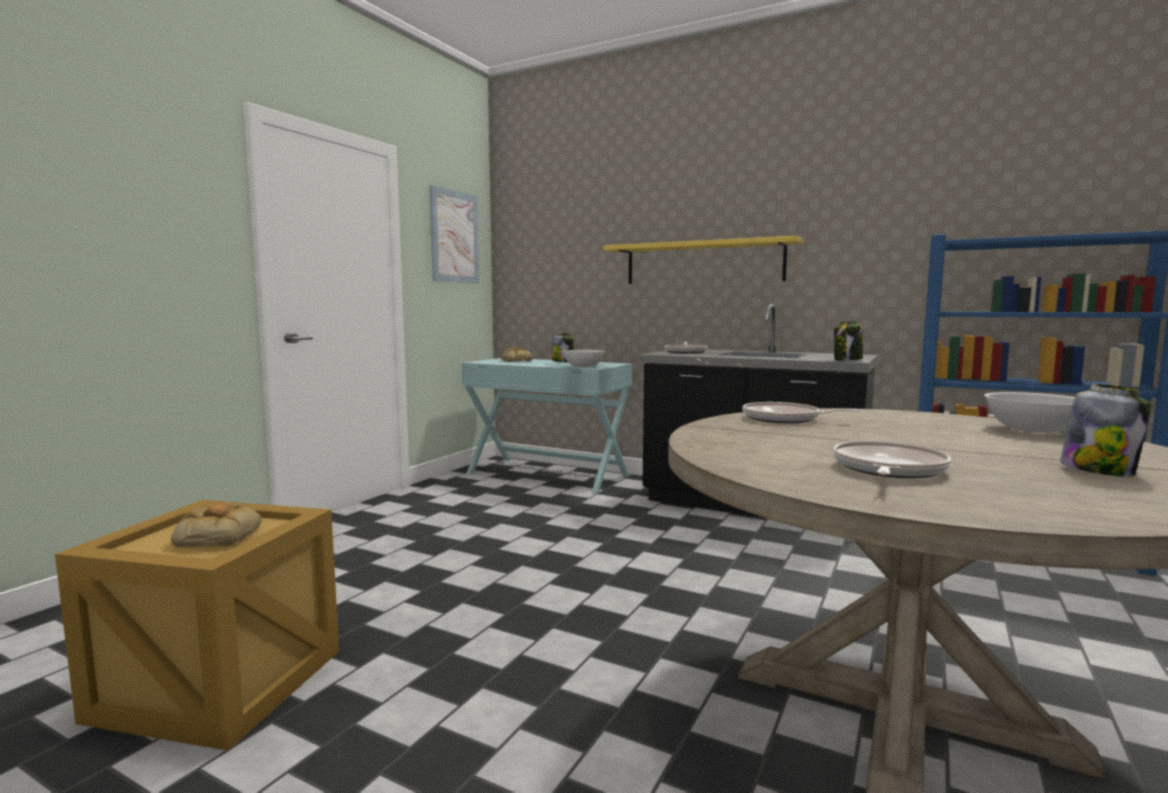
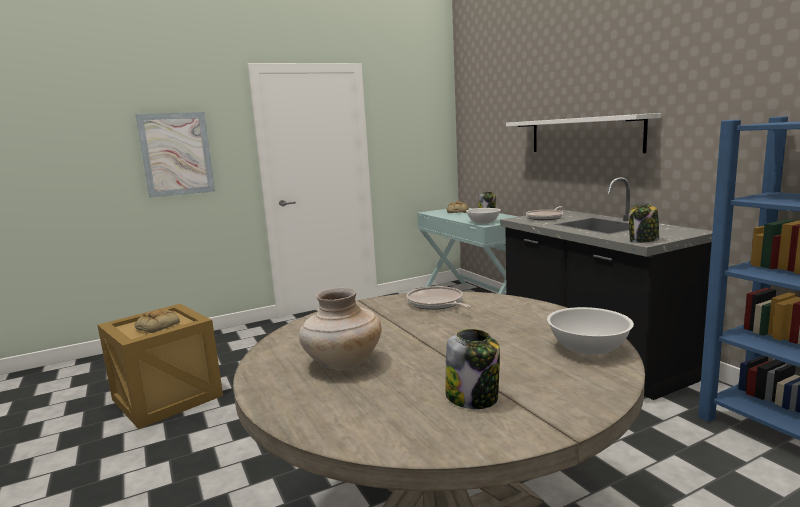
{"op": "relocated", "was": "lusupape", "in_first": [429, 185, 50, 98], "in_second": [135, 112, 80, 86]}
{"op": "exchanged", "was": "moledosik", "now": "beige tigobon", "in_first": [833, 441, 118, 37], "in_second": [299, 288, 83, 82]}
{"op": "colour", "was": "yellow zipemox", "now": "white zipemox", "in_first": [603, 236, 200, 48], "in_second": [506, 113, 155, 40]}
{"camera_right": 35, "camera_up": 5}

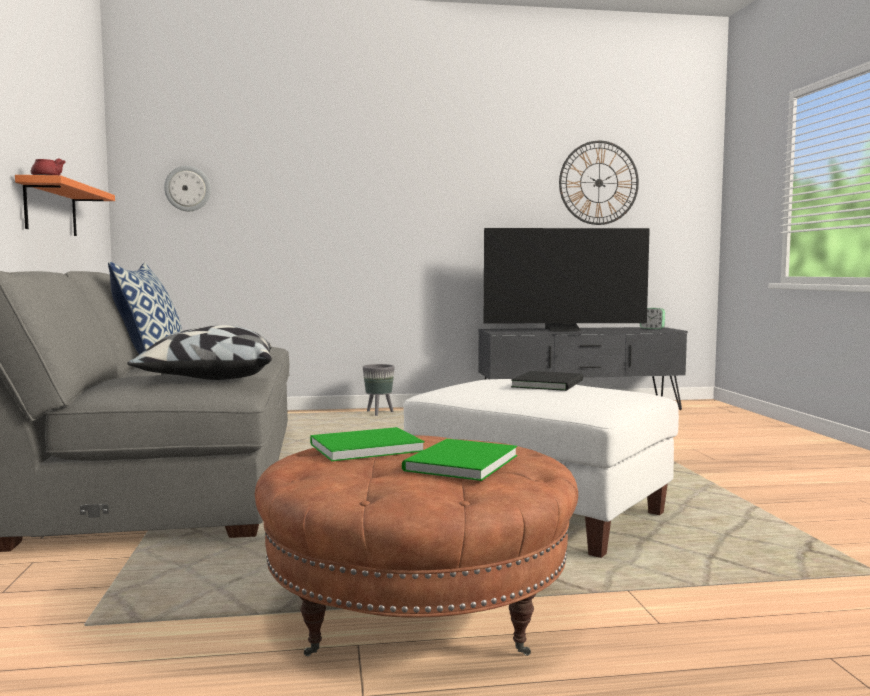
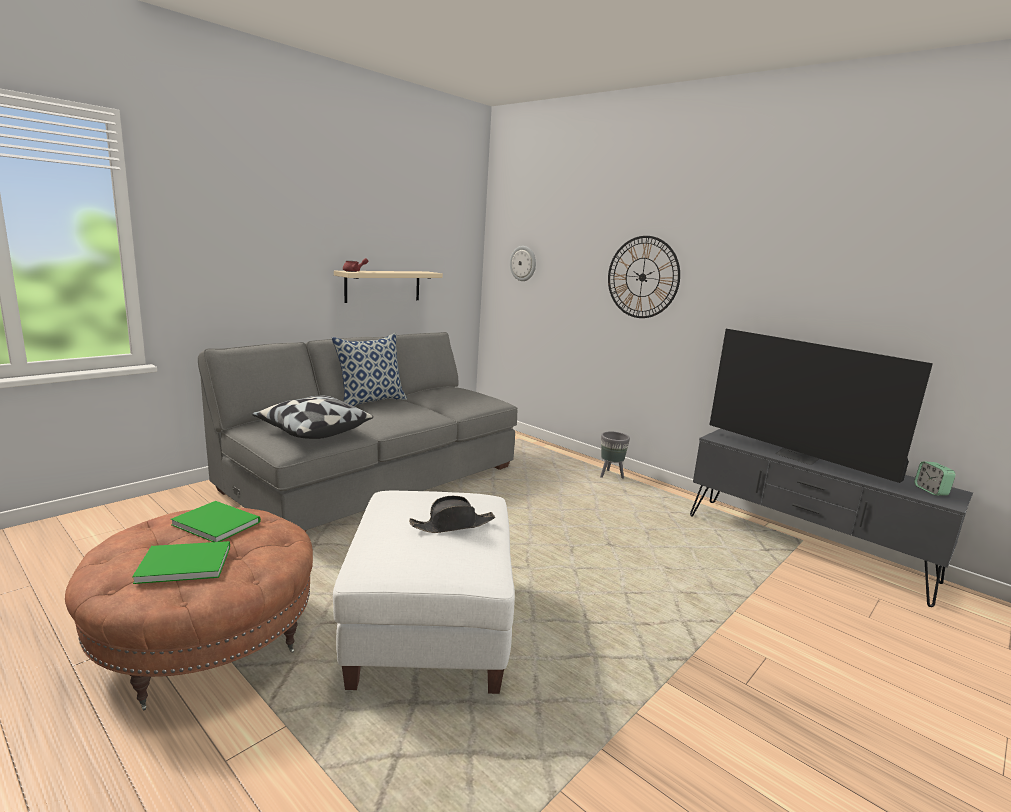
{"op": "relocated", "was": "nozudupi", "in_first": [559, 141, 80, 84], "in_second": [608, 236, 72, 82]}
{"op": "exchanged", "was": "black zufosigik", "now": "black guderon", "in_first": [511, 371, 72, 20], "in_second": [409, 496, 86, 37]}
{"op": "colour", "was": "orange zipemox", "now": "beige zipemox", "in_first": [15, 175, 100, 61], "in_second": [334, 271, 109, 32]}
{"camera_right": 50, "camera_up": 10}

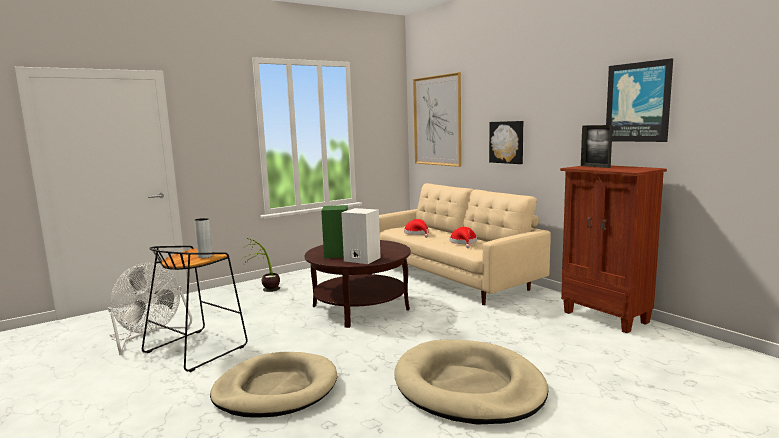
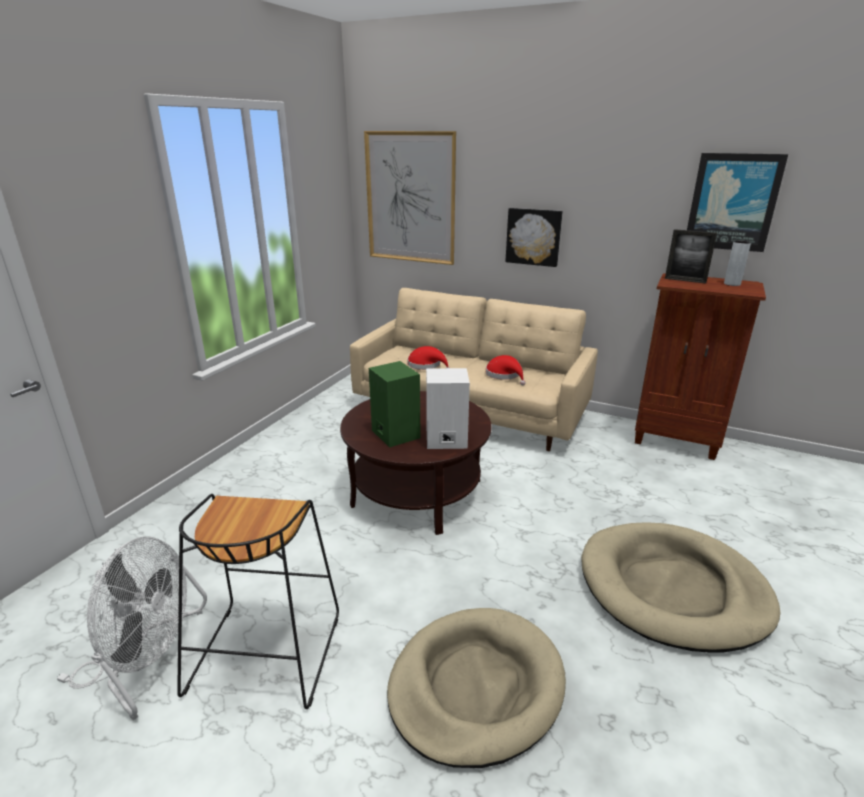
{"op": "missing", "was": "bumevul", "in_first": [241, 238, 39, 54]}
{"op": "relocated", "was": "grey tigobon", "in_first": [194, 218, 19, 40], "in_second": [724, 241, 27, 45]}
{"camera_right": -30, "camera_up": 15}

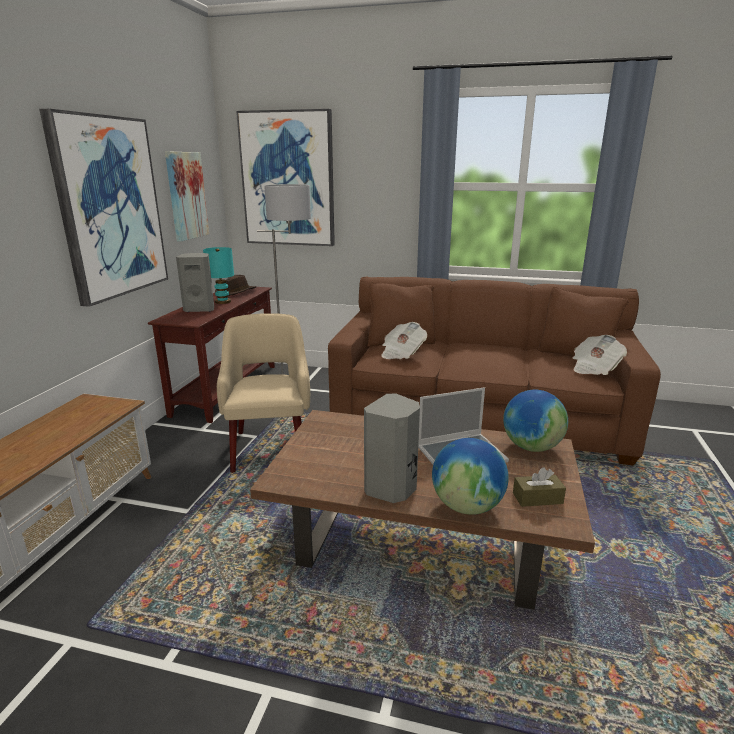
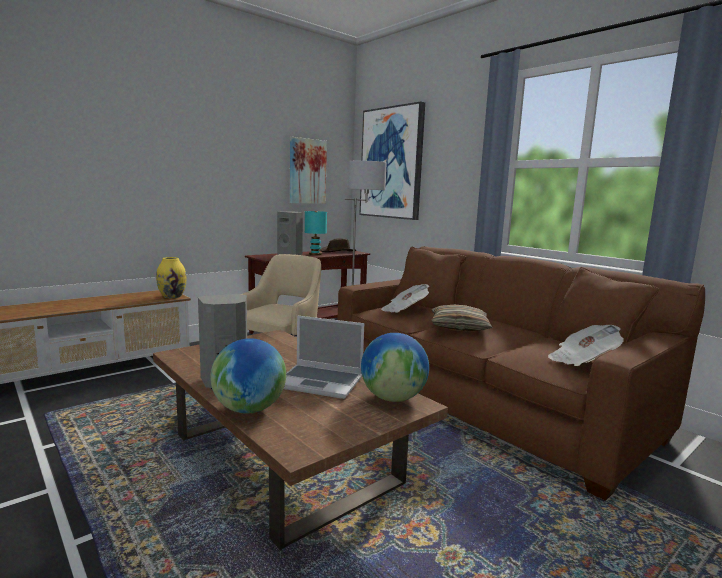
{"op": "missing", "was": "lusupape", "in_first": [39, 109, 129, 198]}
{"op": "missing", "was": "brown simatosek", "in_first": [513, 467, 53, 40]}
{"op": "appeared", "now": "yellow tigobon", "in_second": [156, 257, 30, 41]}
{"op": "appeared", "now": "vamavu", "in_second": [432, 305, 61, 26]}
{"camera_right": 35, "camera_up": -10}

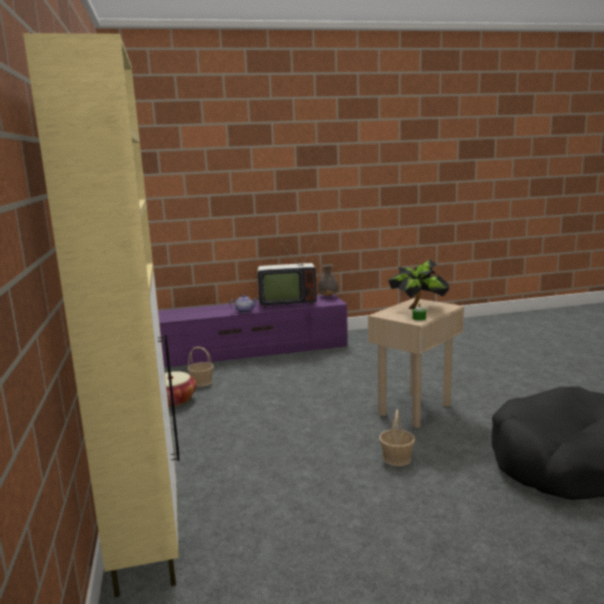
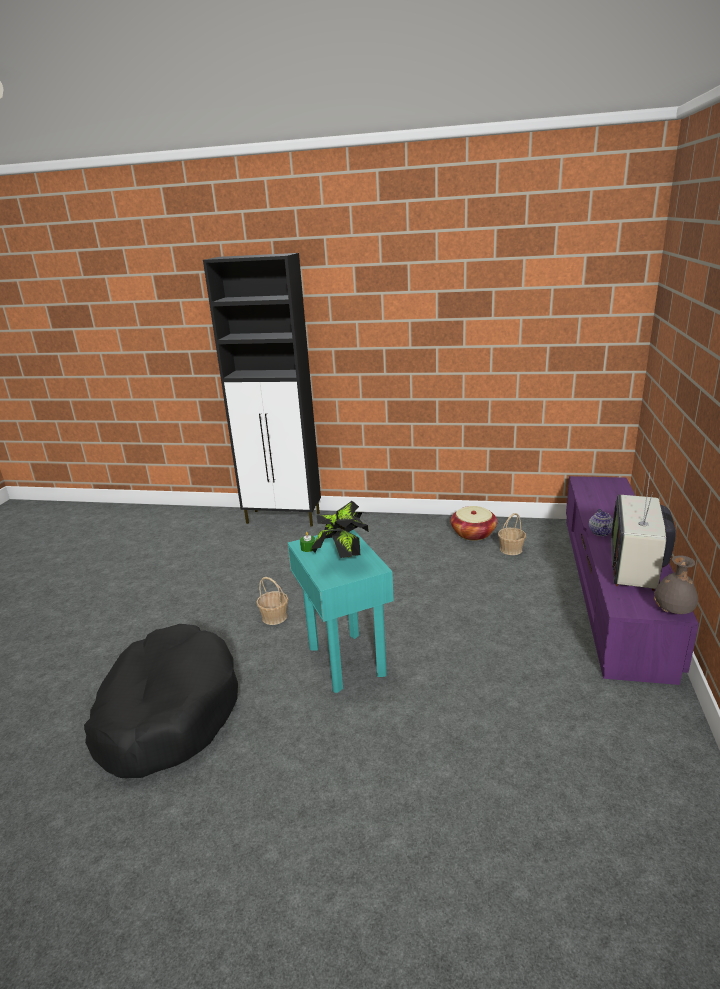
{"op": "colour", "was": "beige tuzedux", "now": "black tuzedux", "in_first": [23, 33, 157, 564], "in_second": [203, 253, 118, 273]}
{"op": "colour", "was": "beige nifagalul", "now": "turquoise nifagalul", "in_first": [368, 298, 96, 130], "in_second": [288, 529, 106, 164]}
{"camera_right": 115, "camera_up": 10}

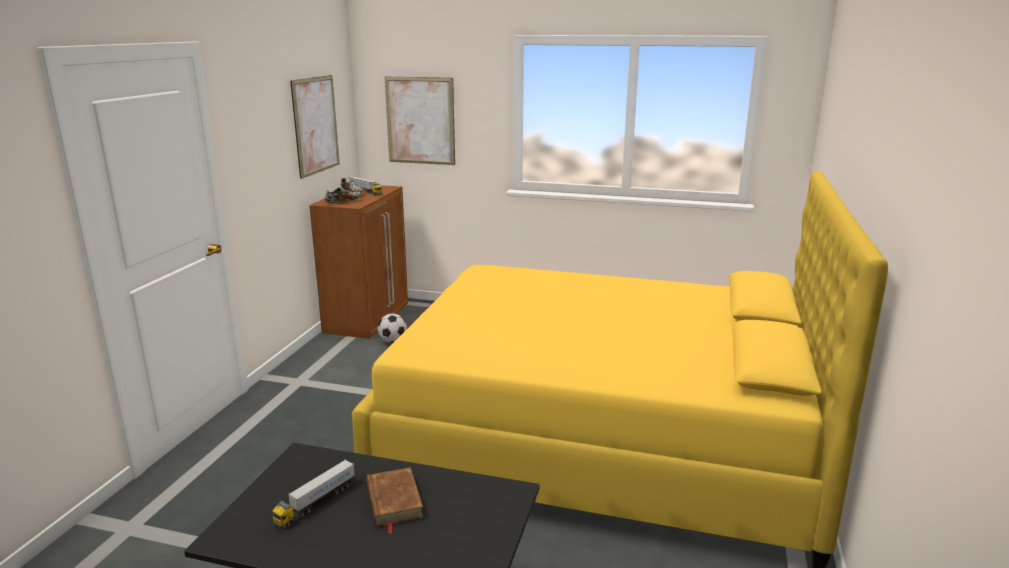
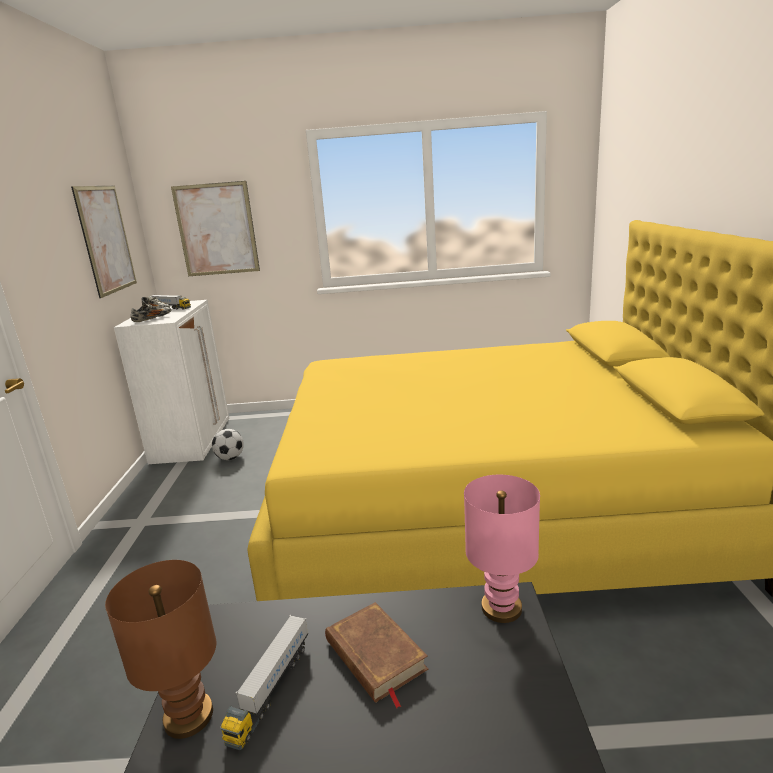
{"op": "appeared", "now": "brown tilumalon", "in_second": [105, 560, 111, 179]}
{"op": "appeared", "now": "pink tilumalon", "in_second": [464, 475, 76, 148]}
{"op": "colour", "was": "brown tuzedux", "now": "white tuzedux", "in_first": [309, 185, 99, 154], "in_second": [114, 300, 115, 164]}
{"camera_right": -15, "camera_up": 0}

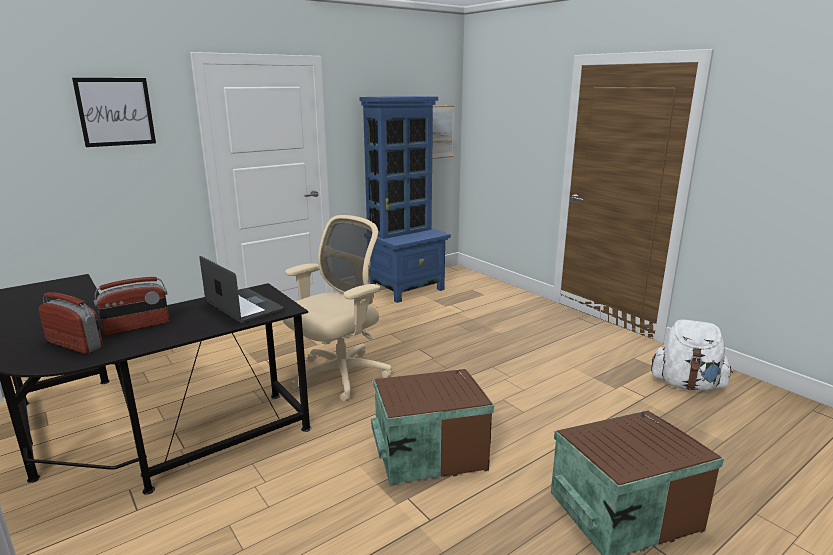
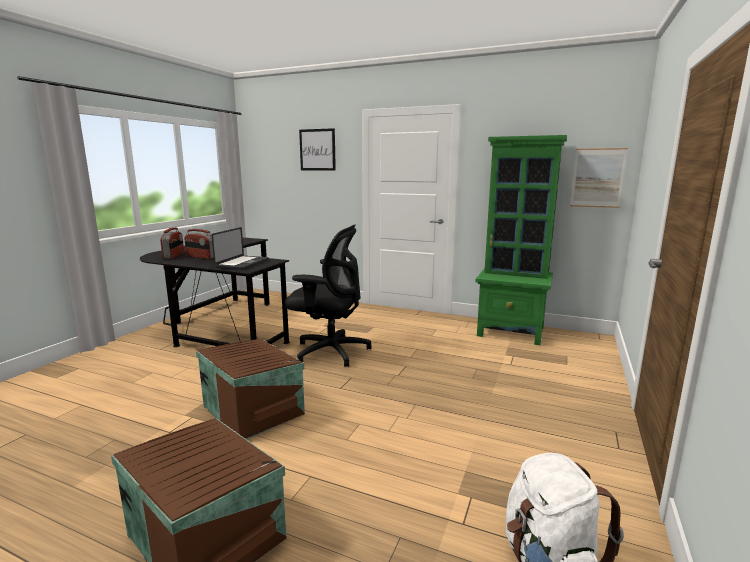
{"op": "colour", "was": "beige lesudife", "now": "black lesudife", "in_first": [282, 215, 110, 186], "in_second": [285, 225, 86, 142]}
{"op": "colour", "was": "blue tuzedux", "now": "green tuzedux", "in_first": [359, 96, 92, 207], "in_second": [476, 135, 91, 210]}
{"camera_right": 60, "camera_up": -5}

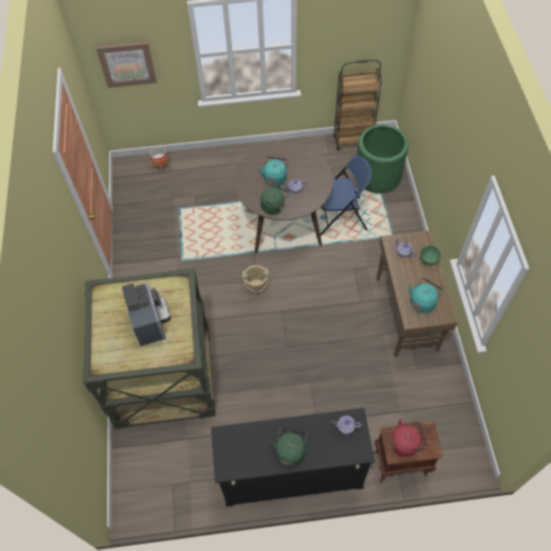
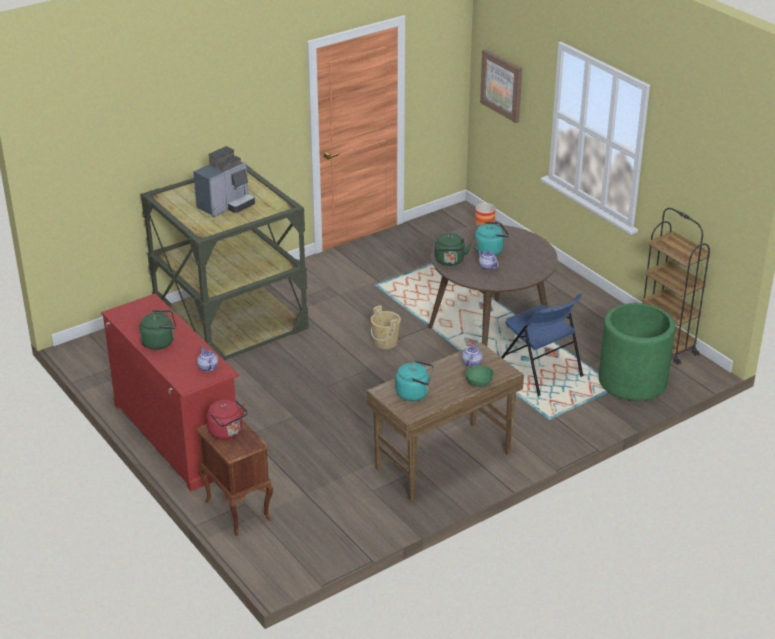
{"op": "colour", "was": "black tuzedux", "now": "red tuzedux", "in_first": [211, 408, 164, 99], "in_second": [101, 294, 138, 197]}
{"camera_right": 60, "camera_up": -25}

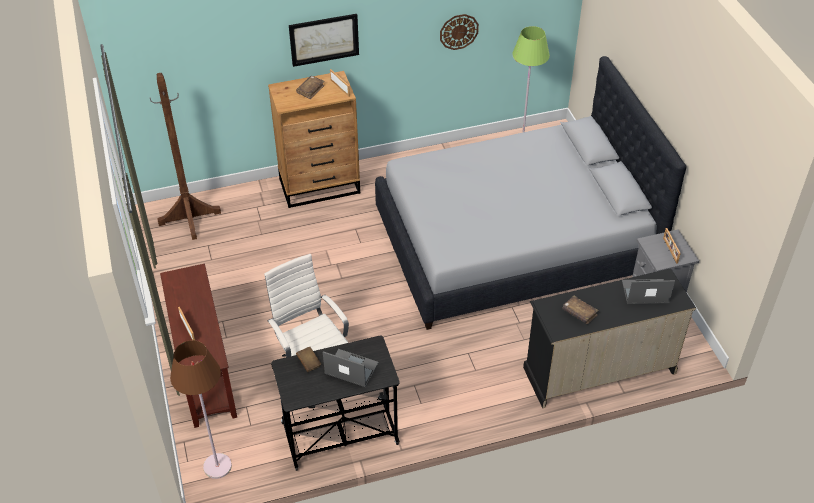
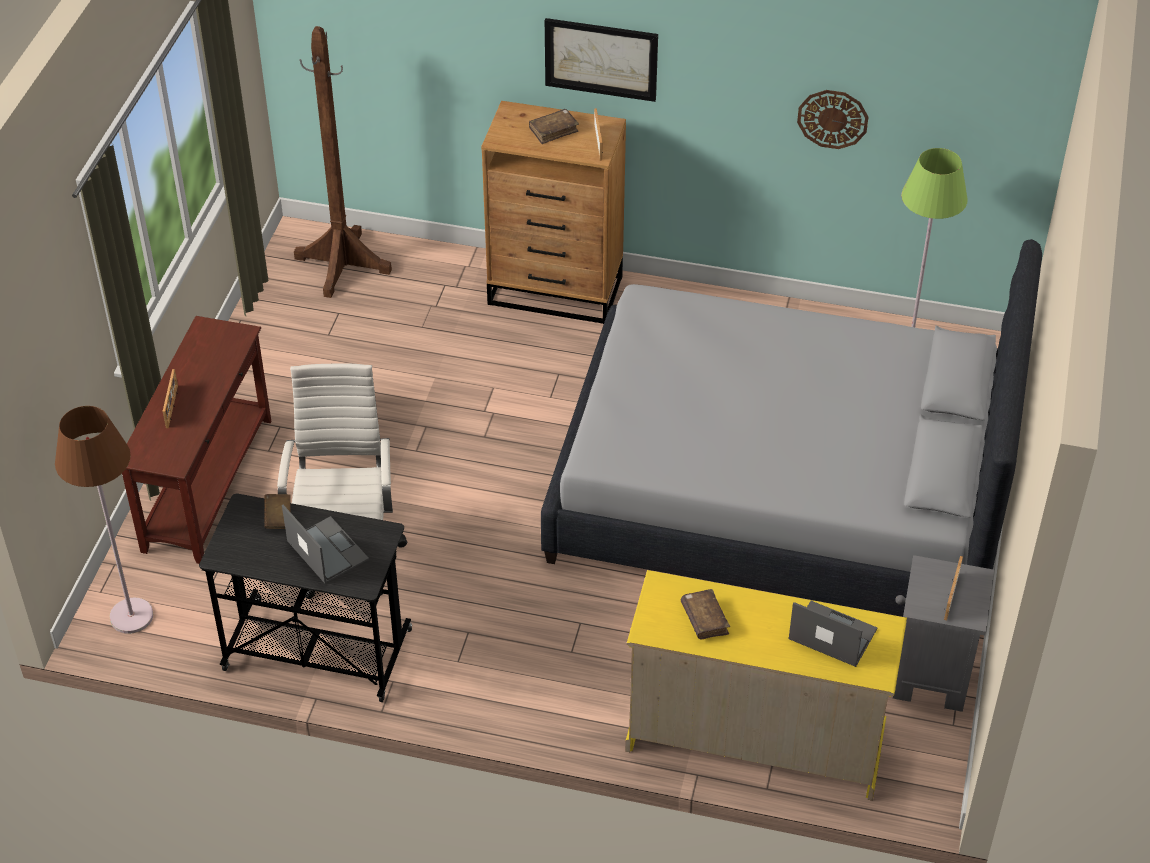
{"op": "colour", "was": "black tuzedux", "now": "yellow tuzedux", "in_first": [523, 268, 173, 140], "in_second": [625, 570, 282, 231]}
{"camera_right": 30, "camera_up": 0}

